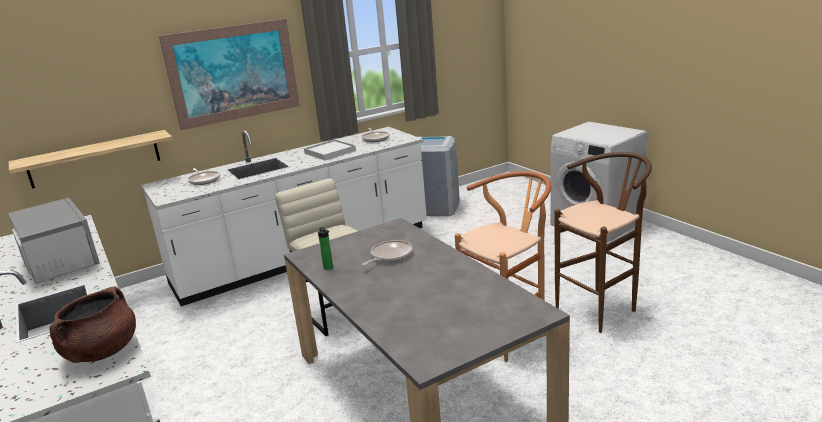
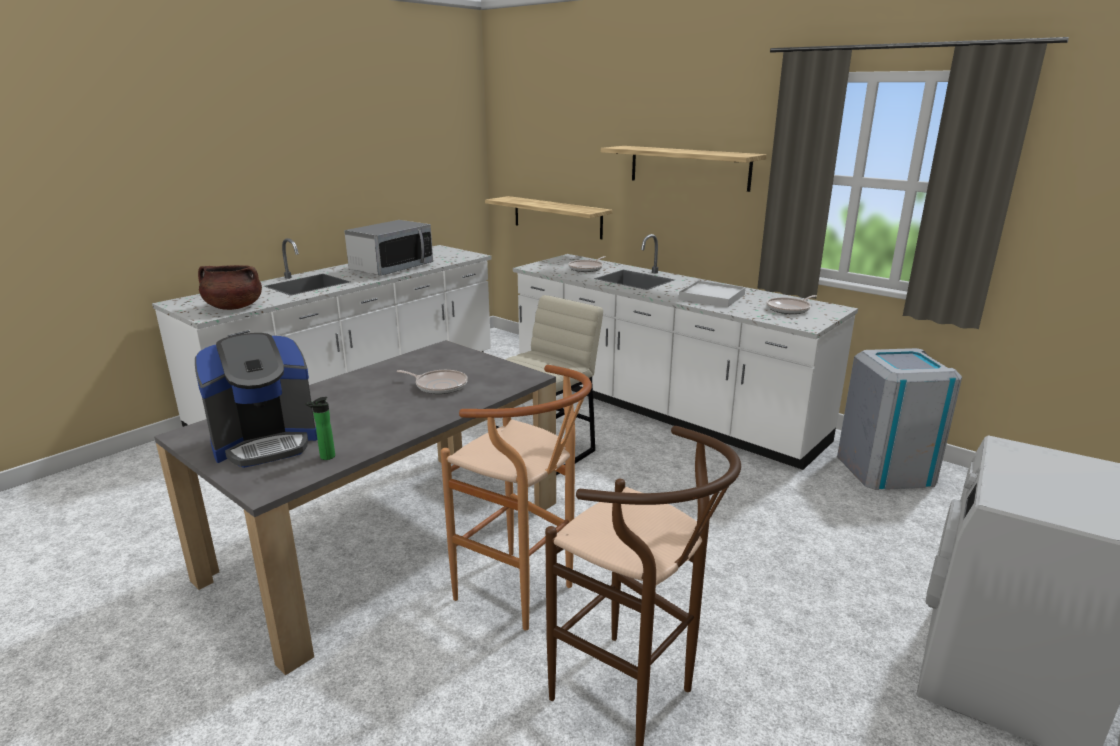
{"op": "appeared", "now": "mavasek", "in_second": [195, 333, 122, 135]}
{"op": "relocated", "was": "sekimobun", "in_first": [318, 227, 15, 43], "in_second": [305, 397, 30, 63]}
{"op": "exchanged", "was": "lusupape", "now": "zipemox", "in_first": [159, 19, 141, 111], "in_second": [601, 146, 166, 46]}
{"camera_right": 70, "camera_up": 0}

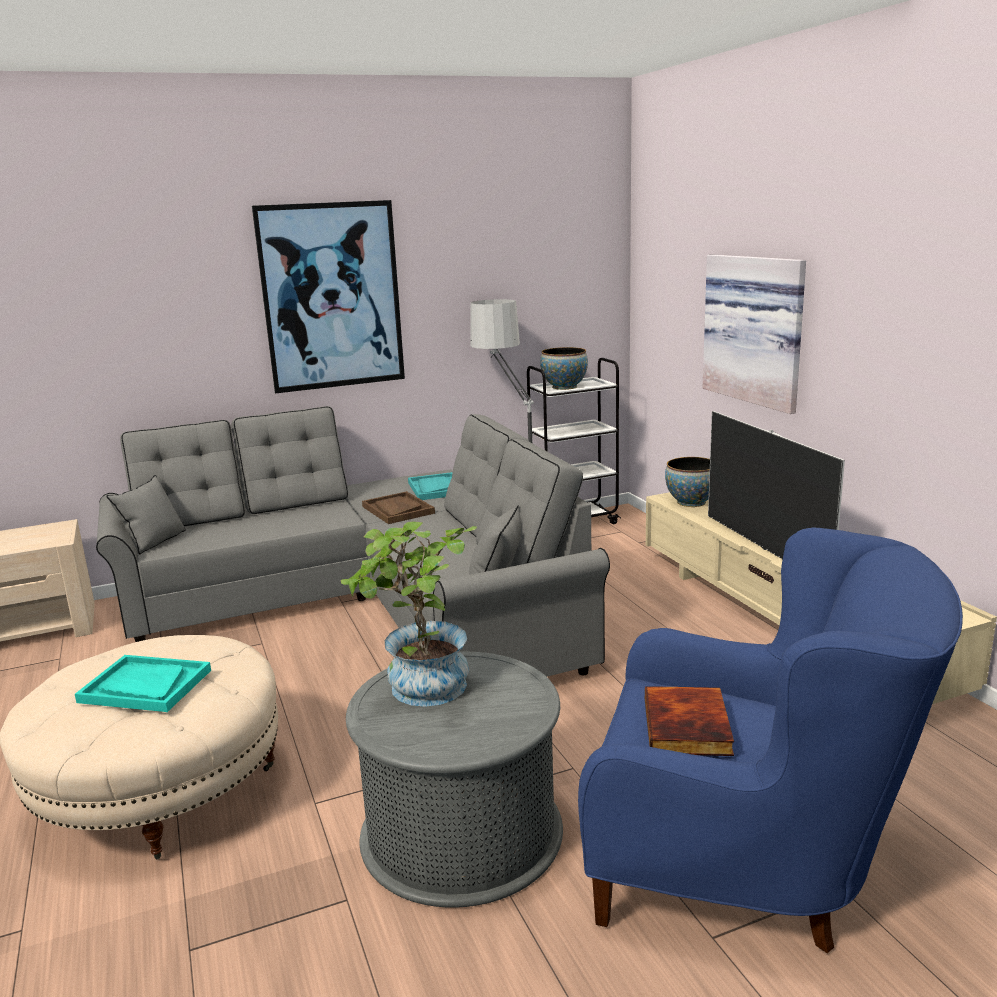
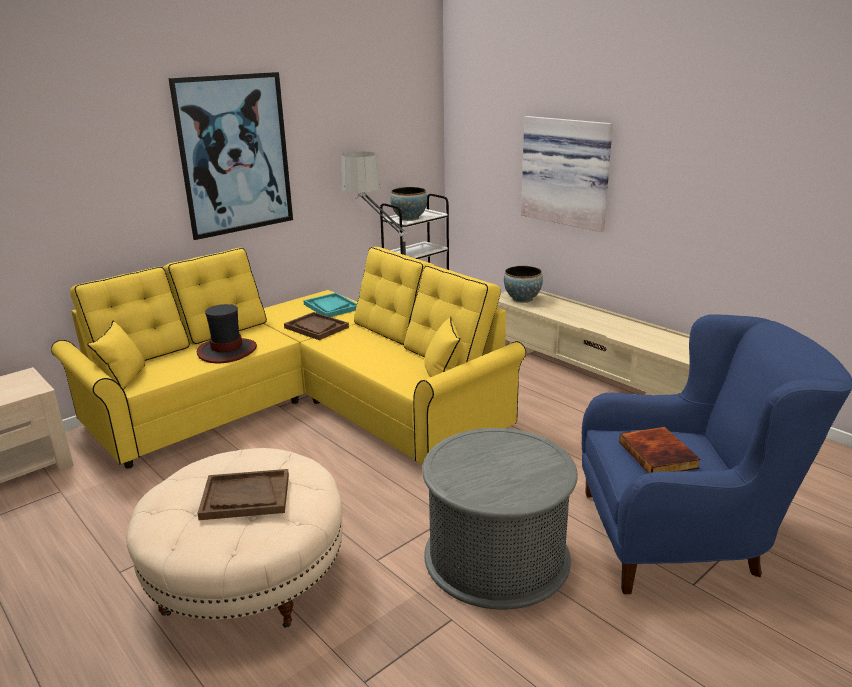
{"op": "missing", "was": "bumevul", "in_first": [340, 522, 137, 185]}
{"op": "missing", "was": "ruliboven", "in_first": [708, 411, 137, 148]}
{"op": "appeared", "now": "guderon", "in_second": [197, 304, 60, 59]}
{"op": "colour", "was": "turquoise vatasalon", "now": "brown vatasalon", "in_first": [75, 655, 136, 57], "in_second": [197, 469, 92, 51]}
{"op": "colour", "was": "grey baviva", "now": "yellow baviva", "in_first": [96, 406, 514, 271], "in_second": [51, 247, 475, 222]}
{"camera_right": -20, "camera_up": 5}

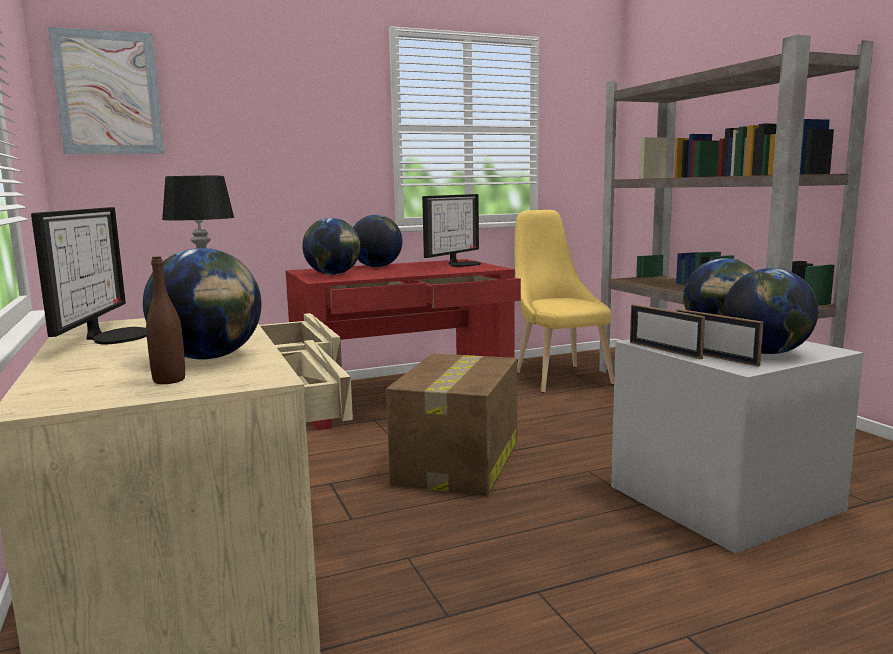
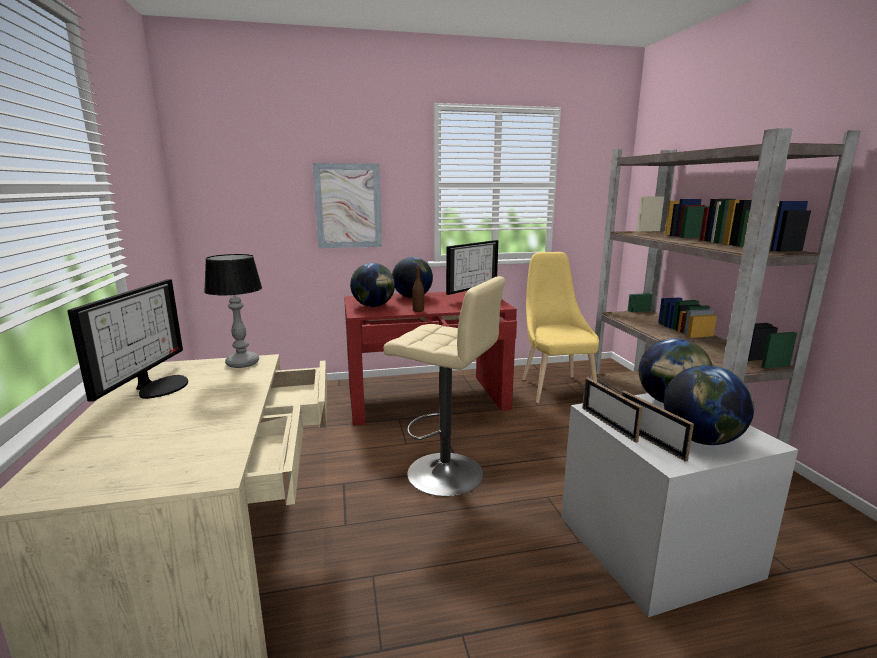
{"op": "missing", "was": "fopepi", "in_first": [143, 248, 118, 112]}
{"op": "relocated", "was": "lusupape", "in_first": [48, 27, 116, 127], "in_second": [313, 163, 69, 85]}
{"op": "relocated", "was": "brown sekimobun", "in_first": [146, 256, 39, 128], "in_second": [412, 266, 12, 46]}
{"op": "exchanged", "was": "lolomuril", "now": "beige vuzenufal", "in_first": [386, 353, 131, 143], "in_second": [383, 276, 123, 220]}
{"camera_right": 10, "camera_up": 5}

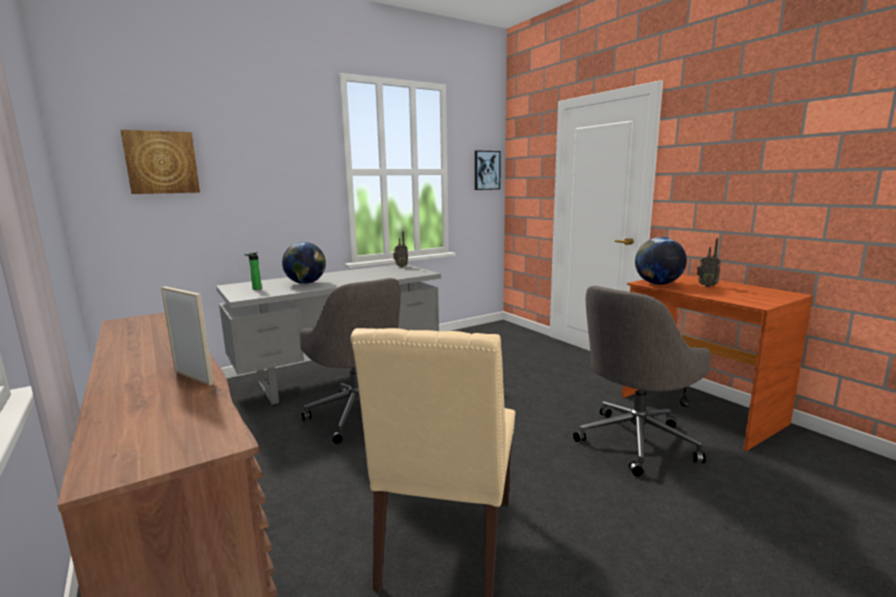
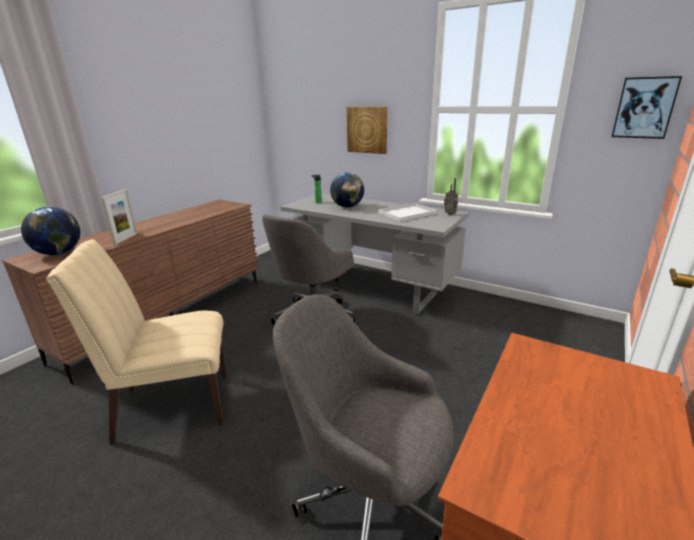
{"op": "missing", "was": "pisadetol", "in_first": [697, 238, 24, 49]}
{"op": "appeared", "now": "white vatasalon", "in_second": [378, 203, 59, 18]}
{"op": "relocated", "was": "lusupape", "in_first": [121, 130, 79, 64], "in_second": [347, 107, 40, 47]}
{"op": "relocated", "was": "fopepi", "in_first": [635, 237, 52, 48], "in_second": [21, 207, 59, 48]}
{"camera_right": 65, "camera_up": 10}

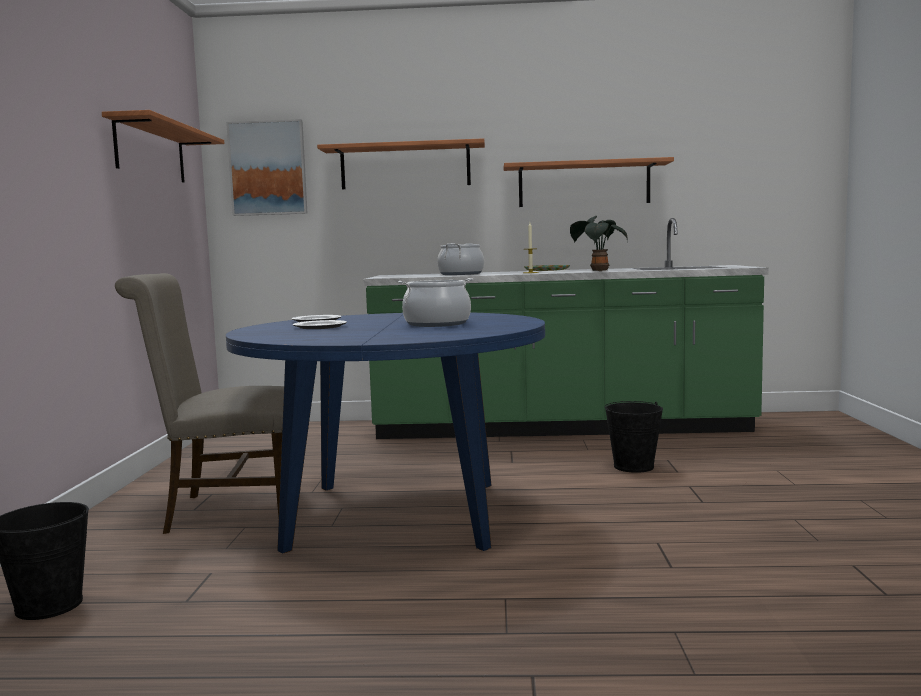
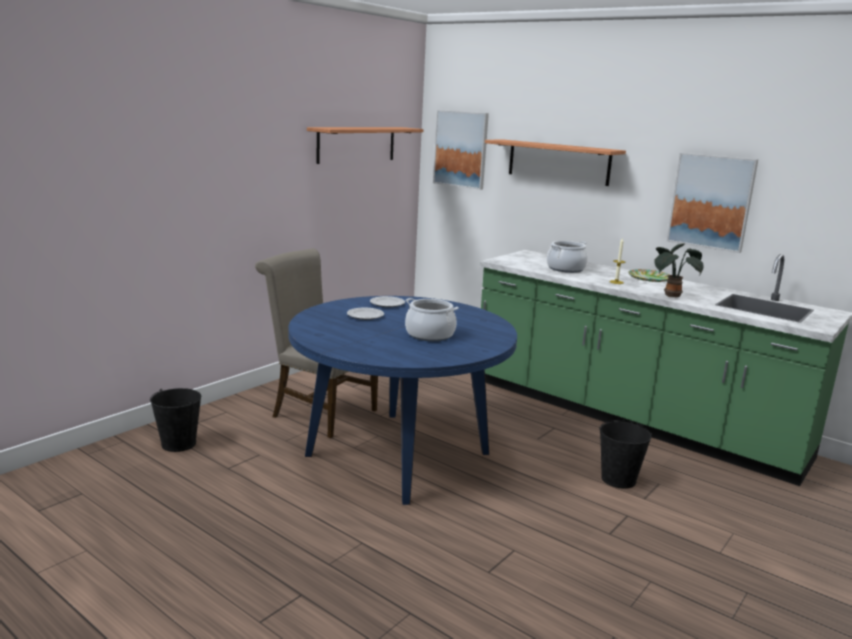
{"op": "exchanged", "was": "zipemox", "now": "lusupape", "in_first": [503, 157, 171, 50], "in_second": [666, 153, 92, 100]}
{"camera_right": 35, "camera_up": 10}

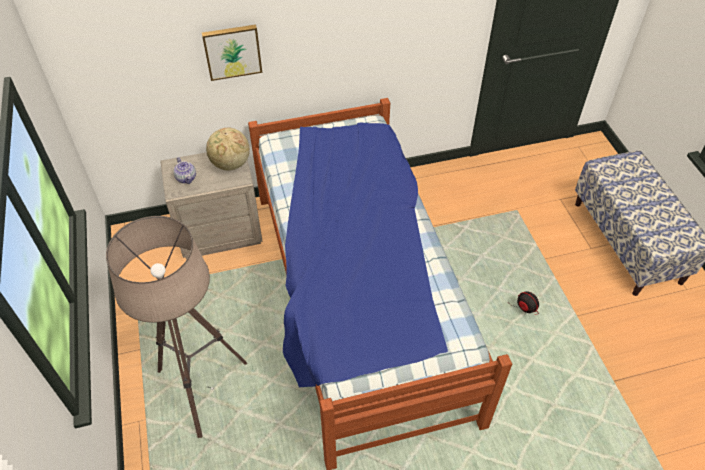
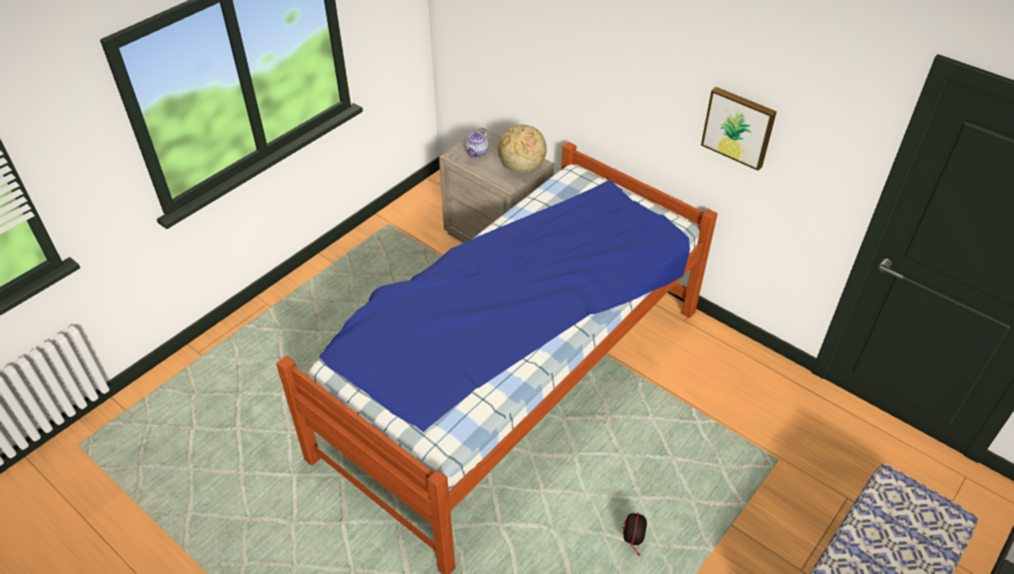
{"op": "missing", "was": "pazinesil", "in_first": [106, 216, 141, 222]}
{"op": "relocated", "was": "lusupape", "in_first": [202, 24, 60, 57], "in_second": [701, 87, 76, 84]}
{"camera_right": 55, "camera_up": -5}

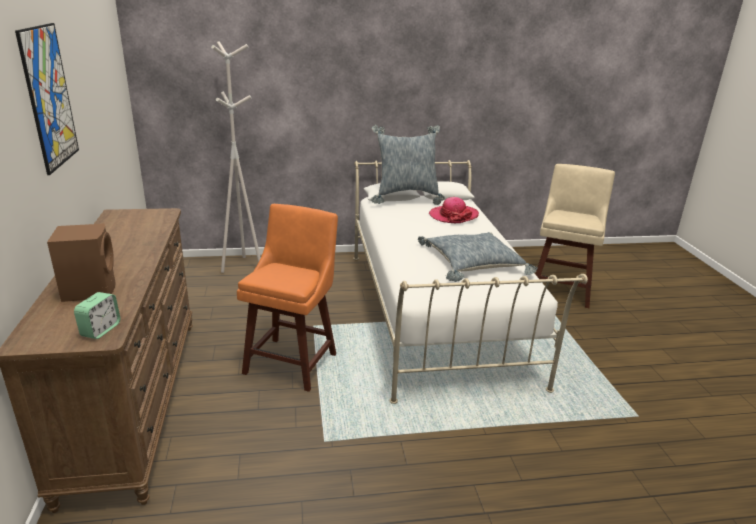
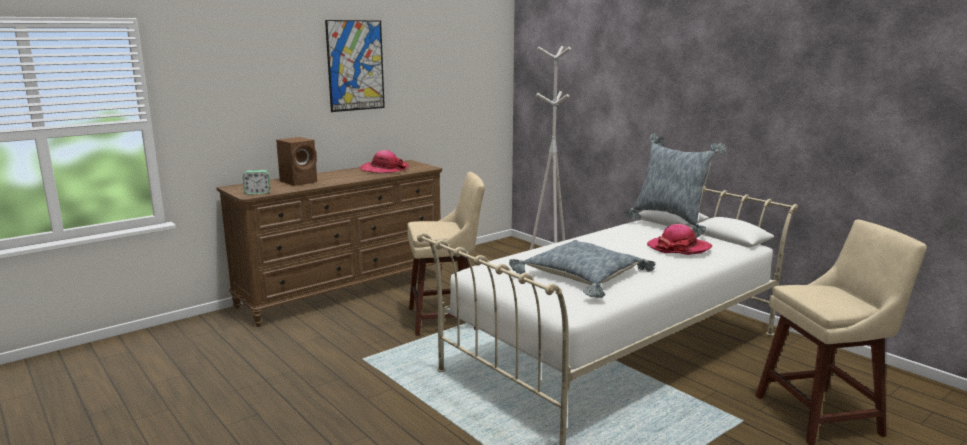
{"op": "appeared", "now": "guderon", "in_second": [360, 150, 49, 23]}
{"op": "colour", "was": "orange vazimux", "now": "beige vazimux", "in_first": [237, 204, 101, 188], "in_second": [407, 172, 78, 164]}
{"camera_right": 60, "camera_up": -10}

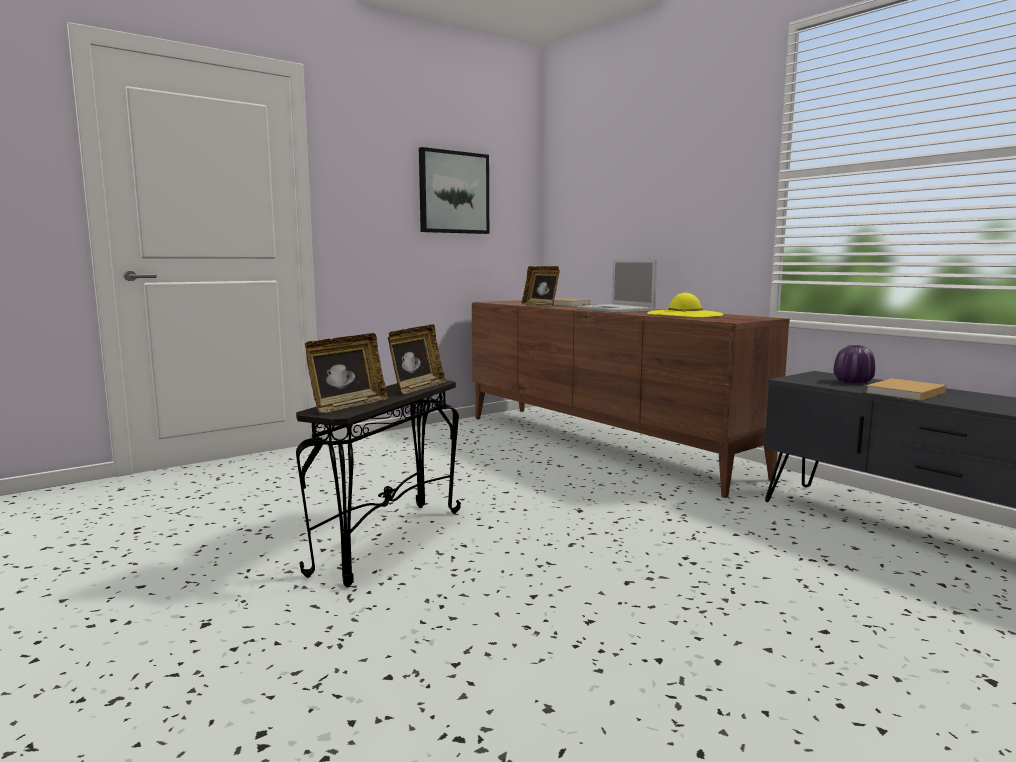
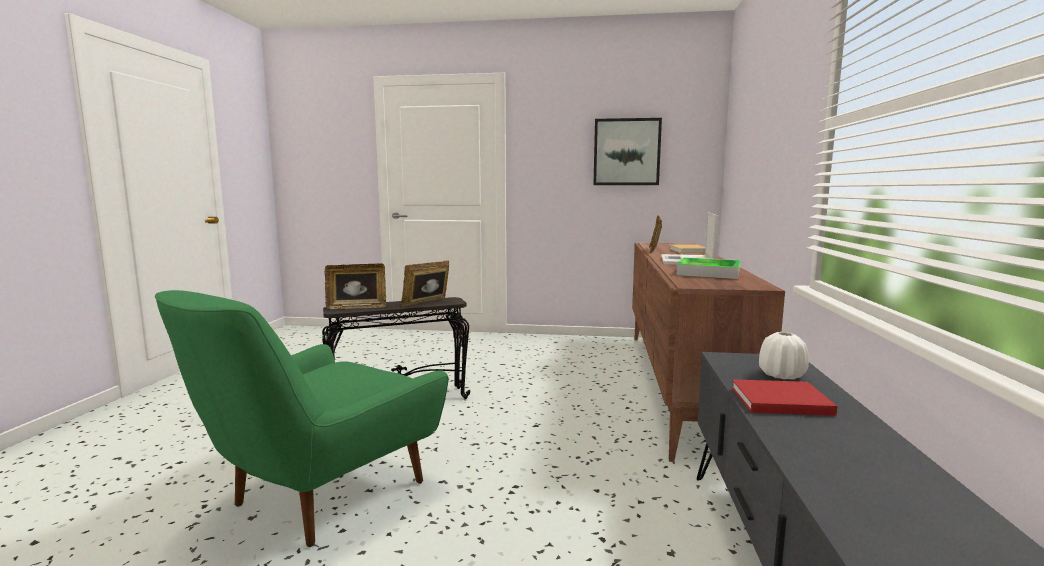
{"op": "appeared", "now": "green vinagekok", "in_second": [155, 290, 294, 257]}
{"op": "exchanged", "was": "yellow guderon", "now": "vatasalon", "in_first": [647, 293, 76, 24], "in_second": [676, 257, 64, 22]}
{"op": "colour", "was": "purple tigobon", "now": "white tigobon", "in_first": [834, 345, 41, 38], "in_second": [759, 332, 50, 47]}
{"op": "colour", "was": "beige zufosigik", "now": "red zufosigik", "in_first": [865, 379, 81, 22], "in_second": [731, 379, 107, 37]}
{"op": "spun", "was": "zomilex", "in_first": [388, 325, 59, 69], "in_second": [401, 260, 48, 47], "clockwise": 150}
{"camera_right": 45, "camera_up": 0}

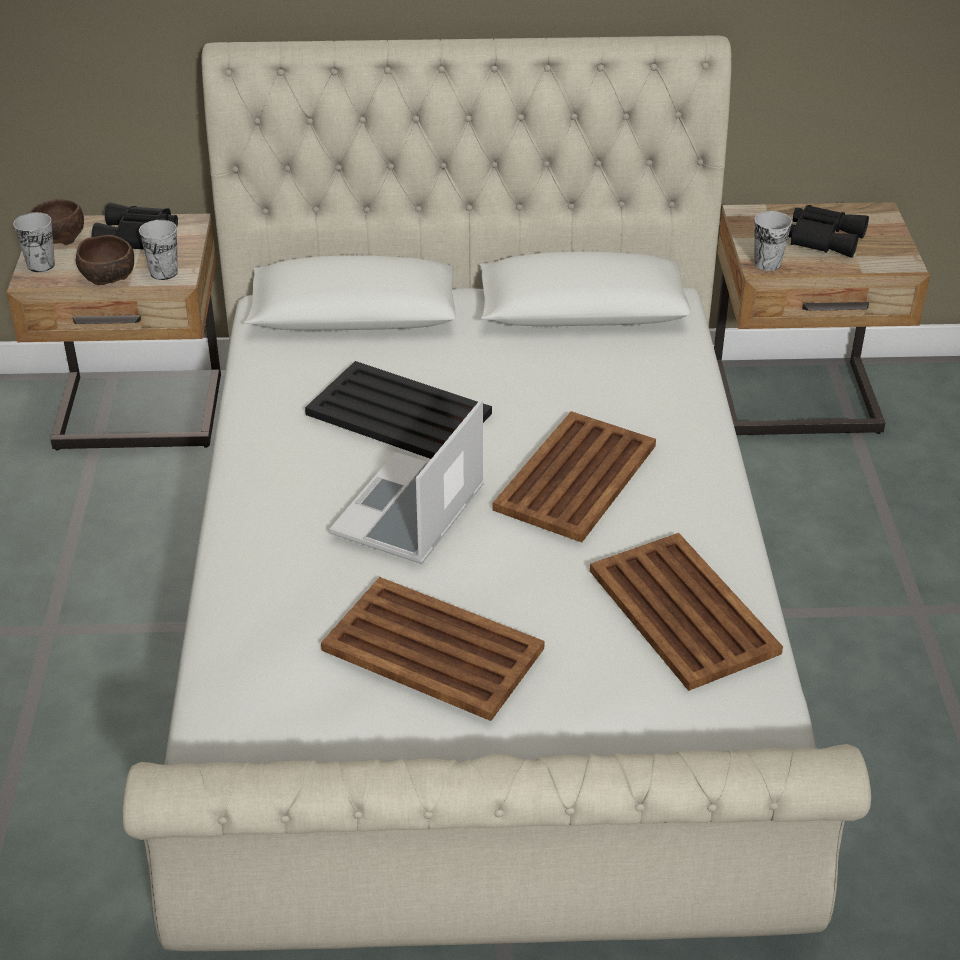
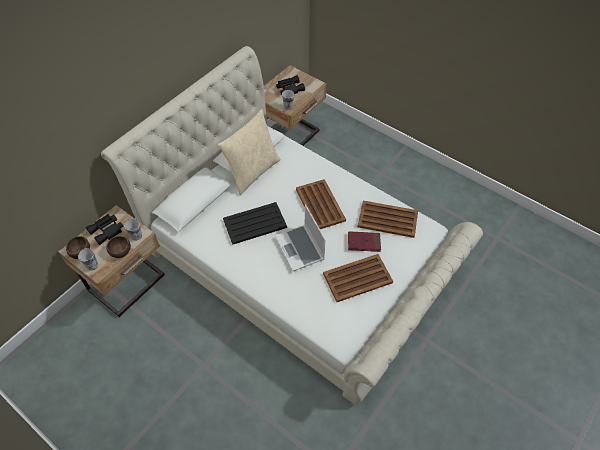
{"op": "appeared", "now": "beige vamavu", "in_second": [218, 109, 63, 86]}
{"op": "appeared", "now": "red zufosigik", "in_second": [348, 231, 33, 21]}
{"camera_right": -50, "camera_up": 15}

